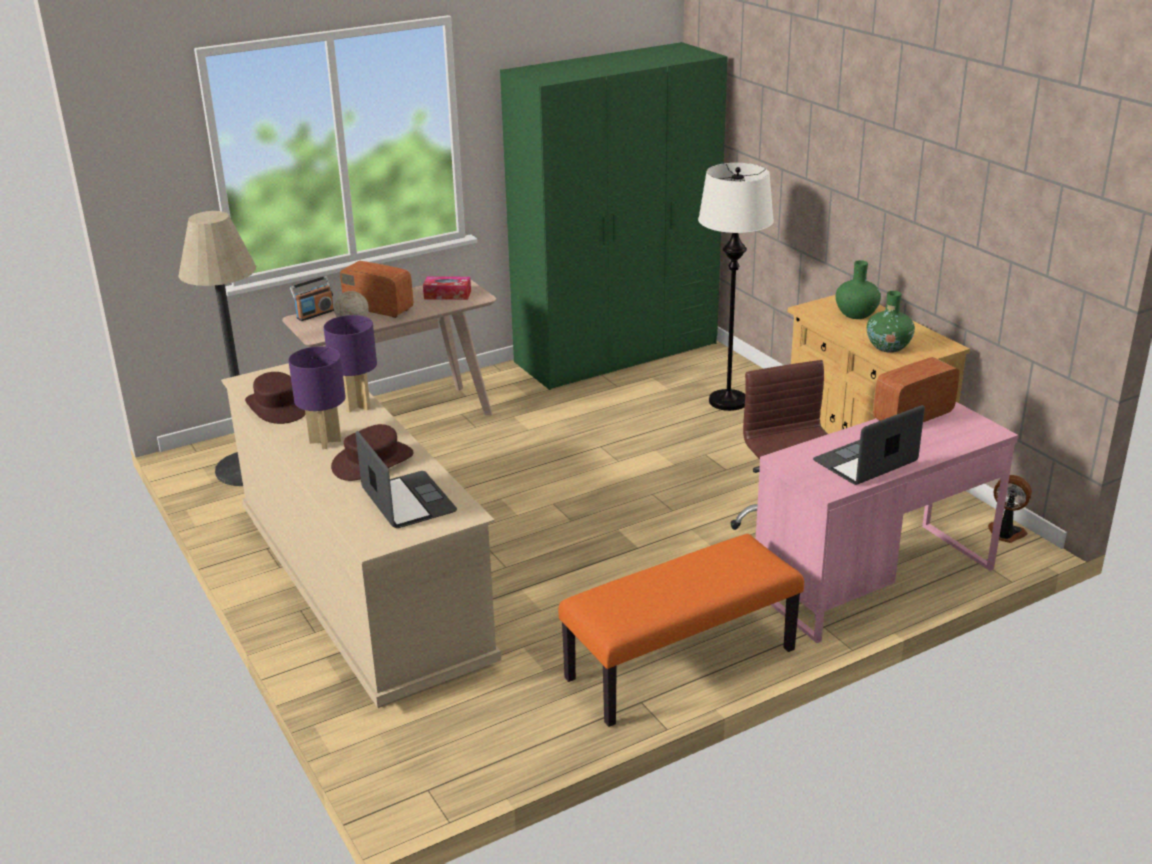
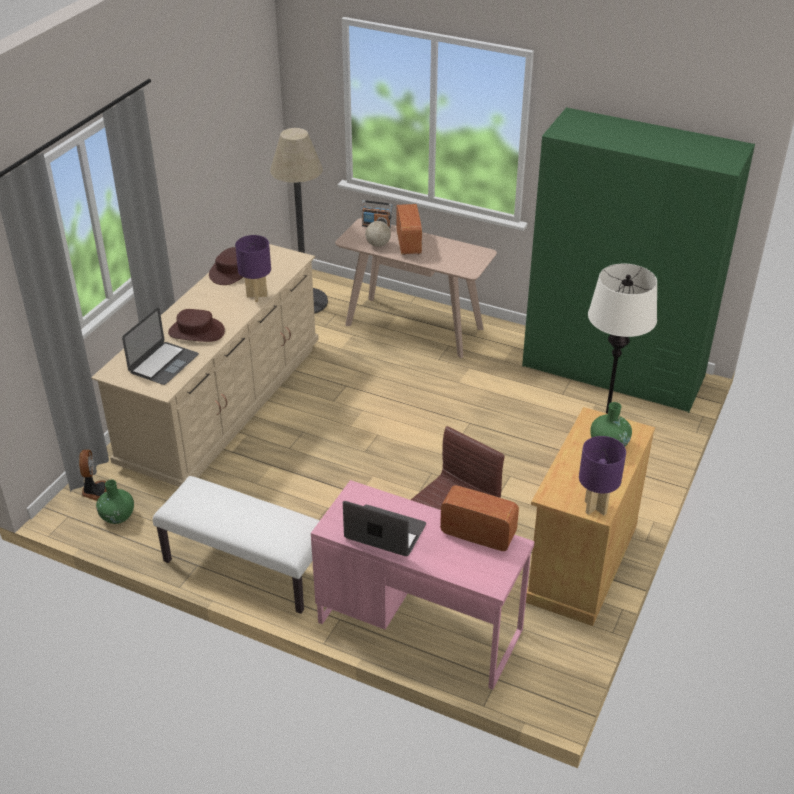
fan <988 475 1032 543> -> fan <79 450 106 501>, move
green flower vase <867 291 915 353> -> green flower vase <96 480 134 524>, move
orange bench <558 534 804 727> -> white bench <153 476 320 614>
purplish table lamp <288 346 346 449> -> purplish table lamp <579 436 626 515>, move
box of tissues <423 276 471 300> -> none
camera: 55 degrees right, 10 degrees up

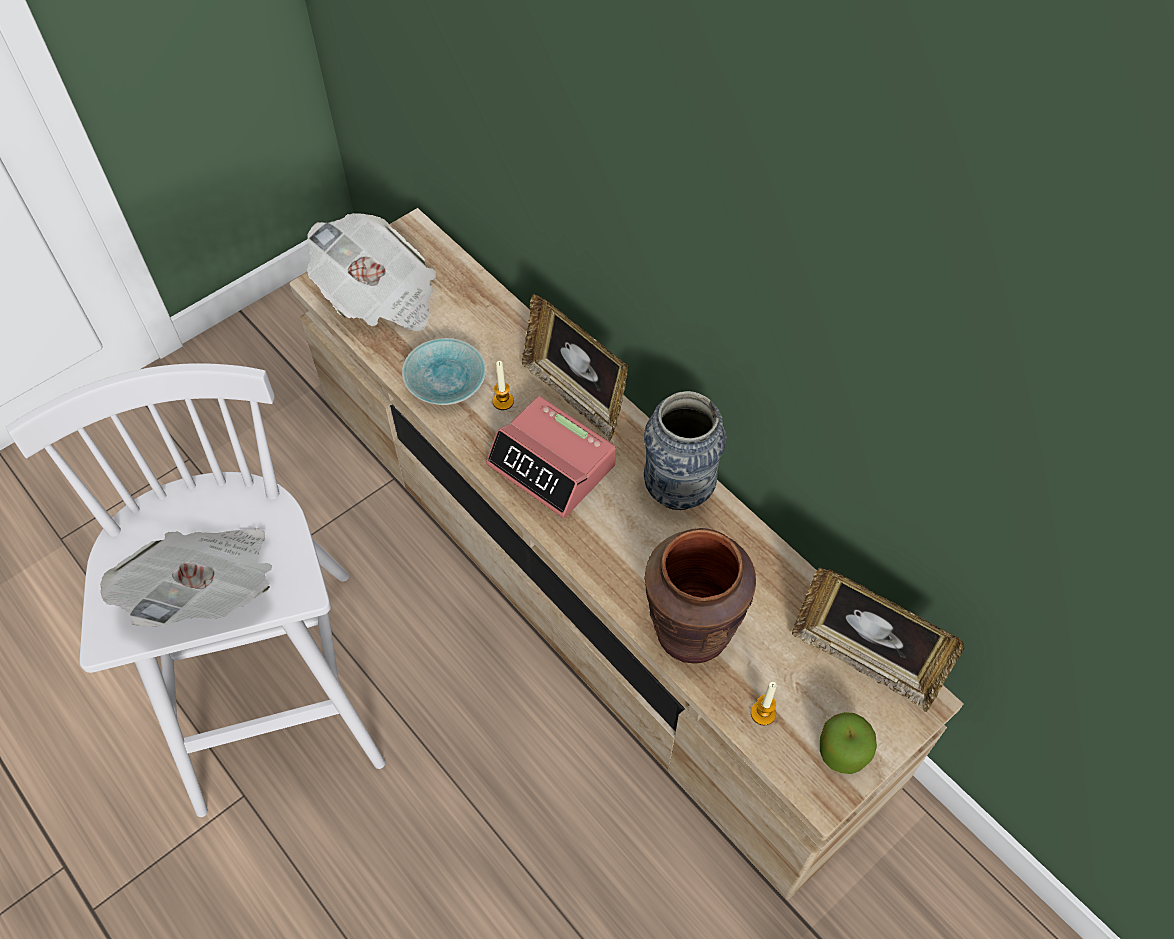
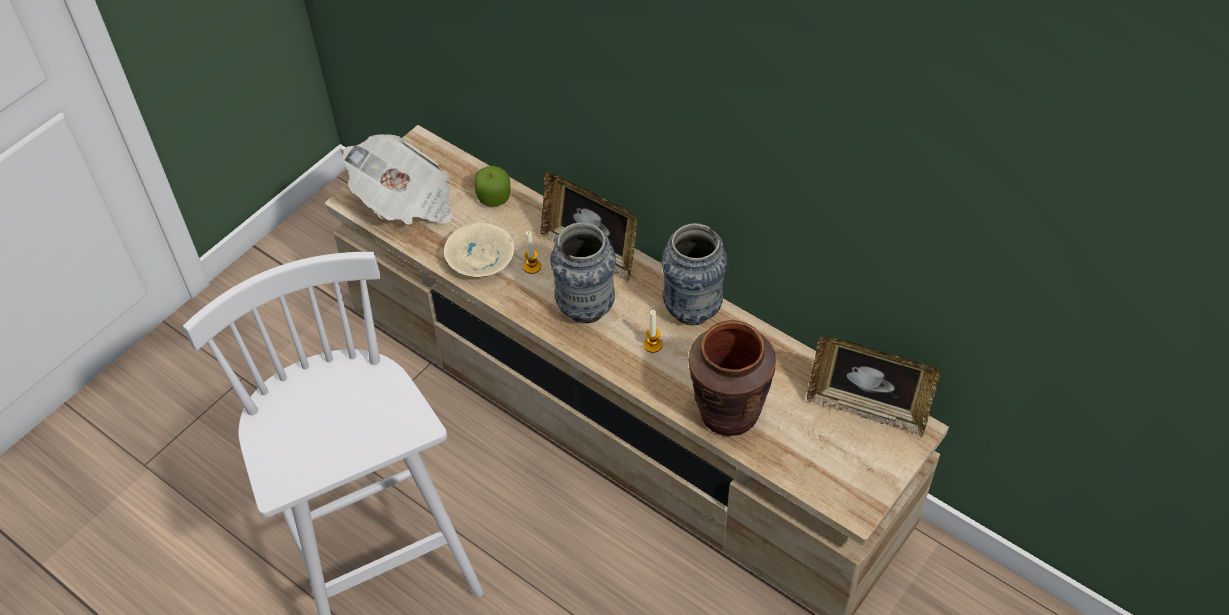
turquoise-coloured bowl <402 338 486 405> -> beige bowl <444 223 514 277>
apple fruit <820 712 877 774> -> apple fruit <474 166 510 207>, move
bedside clock <486 396 616 518> -> flower vase <550 222 616 323>
wax candle <751 682 777 725> -> wax candle <643 310 662 353>, move
newspaper <100 528 273 626> -> none
camera: 10 degrees left, 5 degrees down

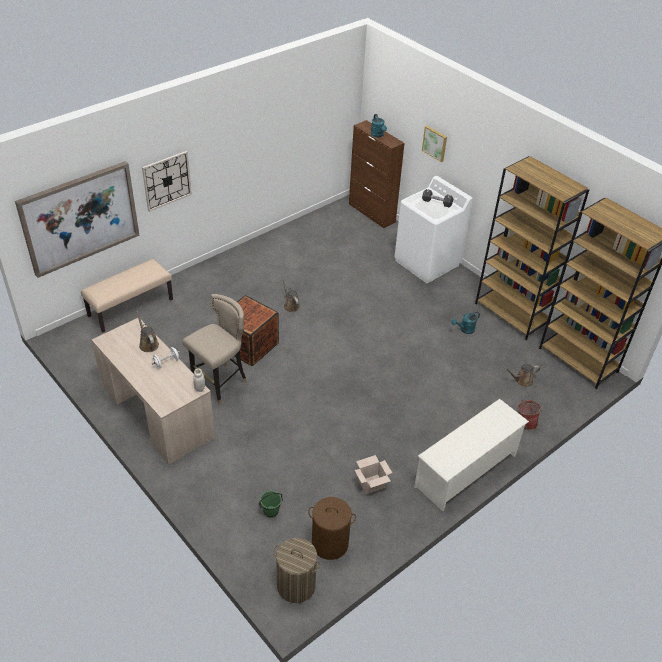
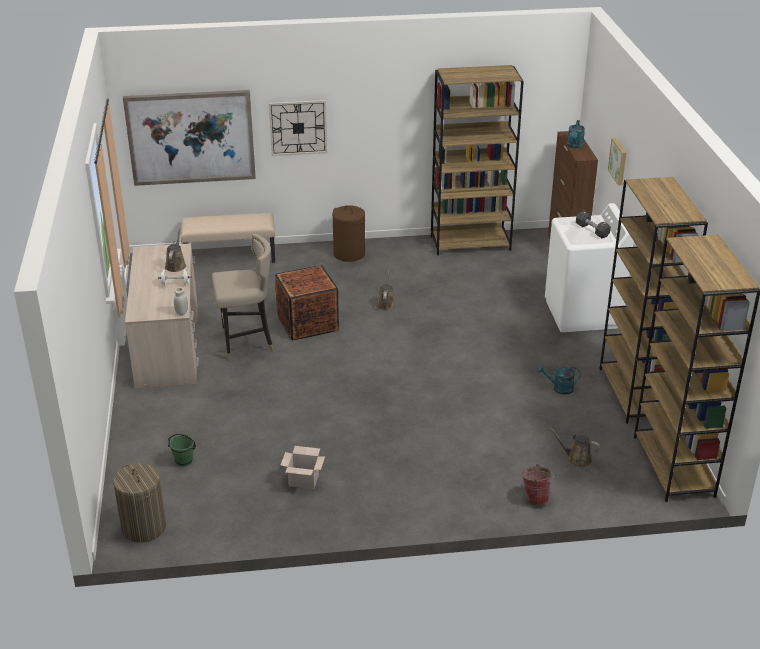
brownish washing basket <308 497 356 560> -> brownish washing basket <332 205 366 262>, move
none -> brownish bookcase <431 65 524 255>
white shoe stand <414 399 529 511> -> none
camera: 35 degrees right, 10 degrees down

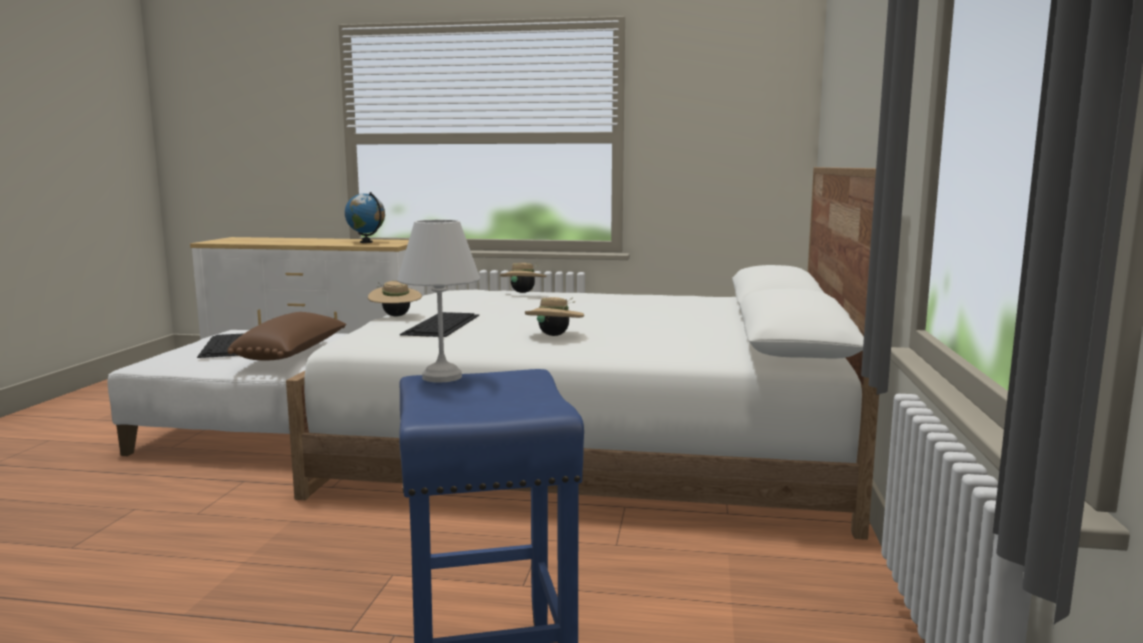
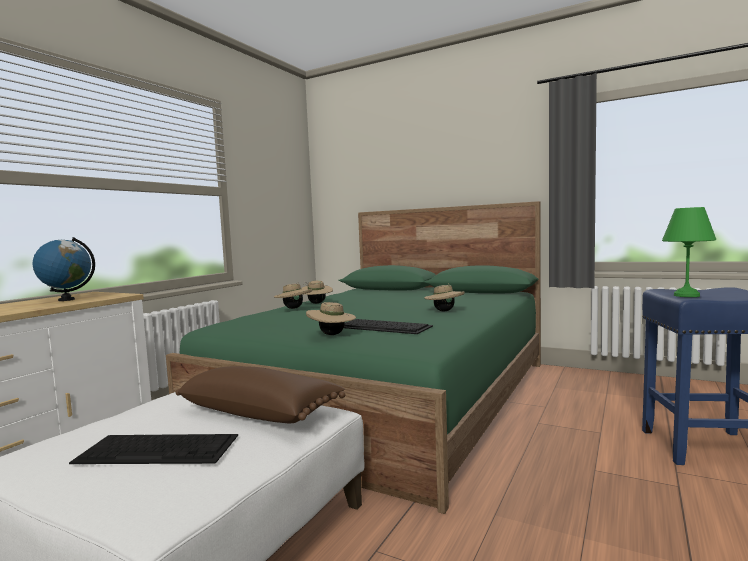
white sleeping bed <286 167 879 540> -> green sleeping bed <166 201 541 514>
none -> beige hat <301 281 333 304>
white table lamp <397 220 480 382> -> green table lamp <662 207 716 297>
camera: 70 degrees left, 5 degrees down

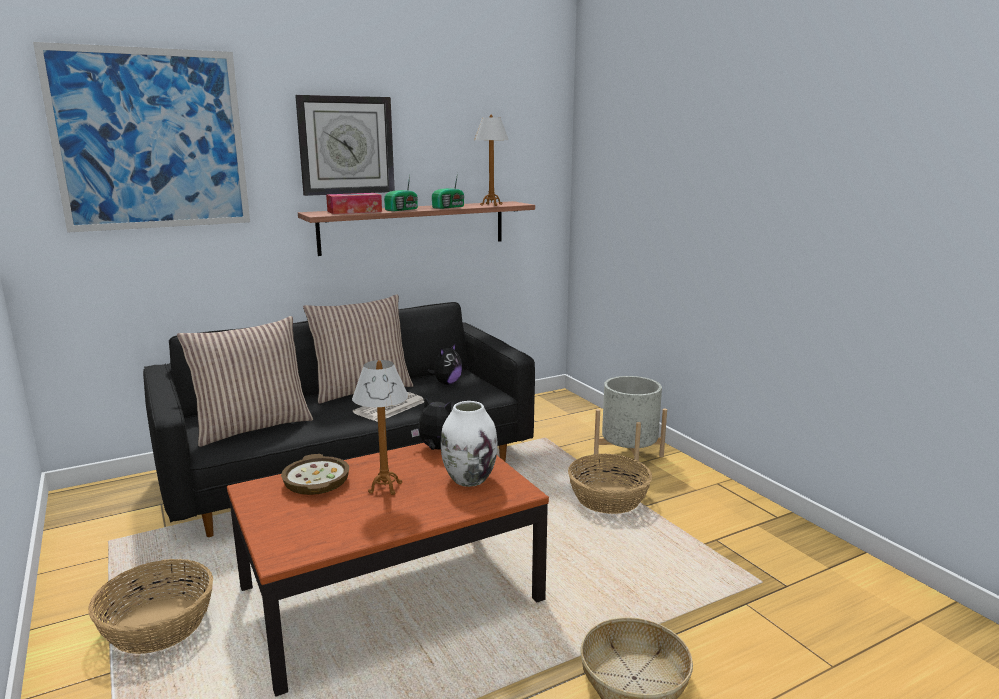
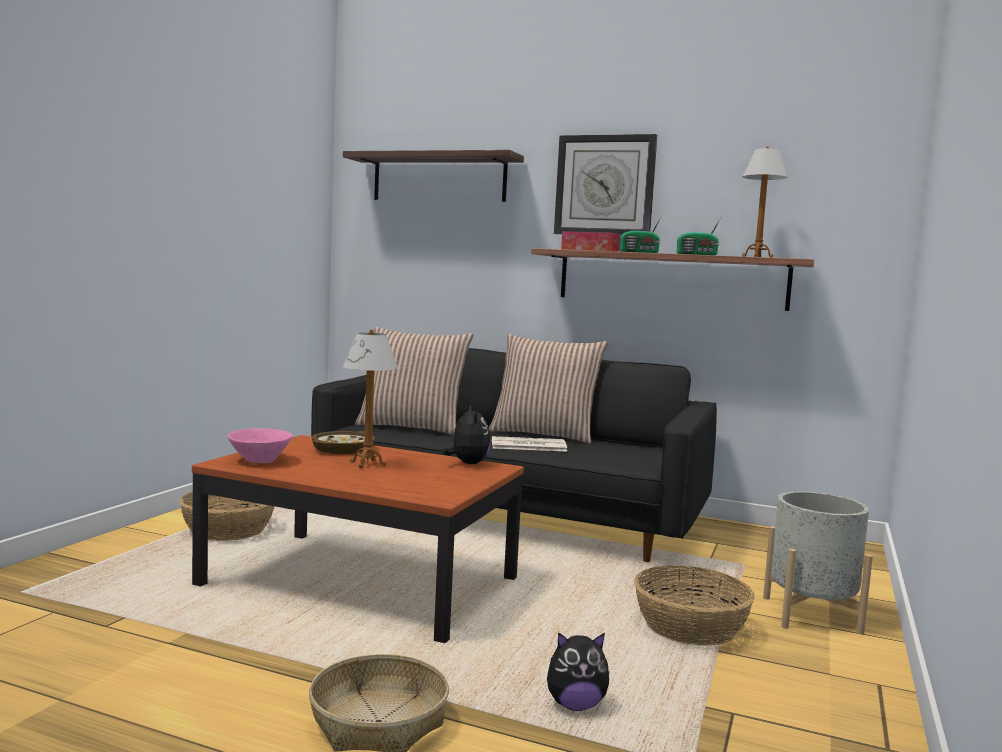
none -> pink-coloured bowl <228 428 292 463>
picture <33 42 250 233> -> wall shelf <343 150 524 202>
soft toy <427 343 462 385> -> soft toy <547 632 610 711>, move
white flower vase <441 401 498 487> -> none
camera: 50 degrees right, 10 degrees down

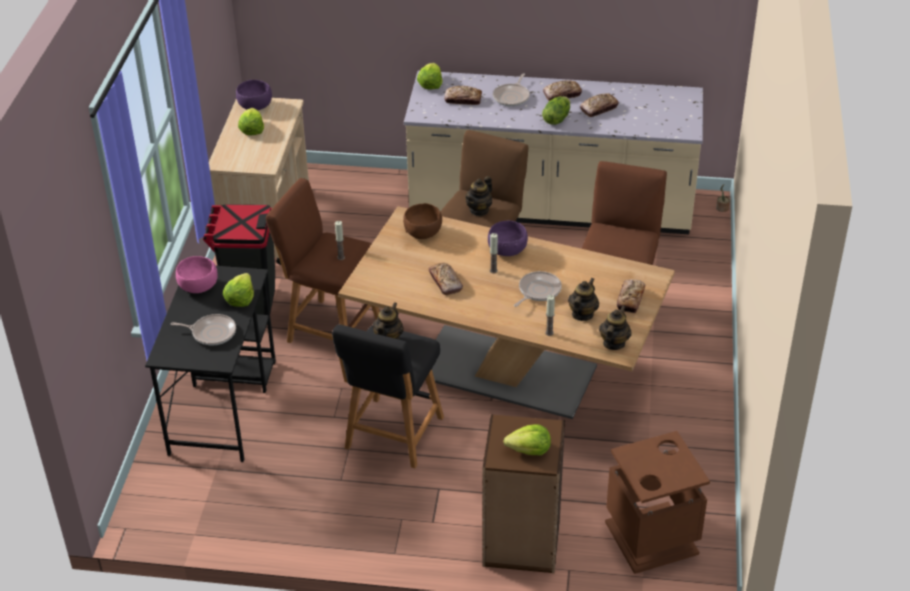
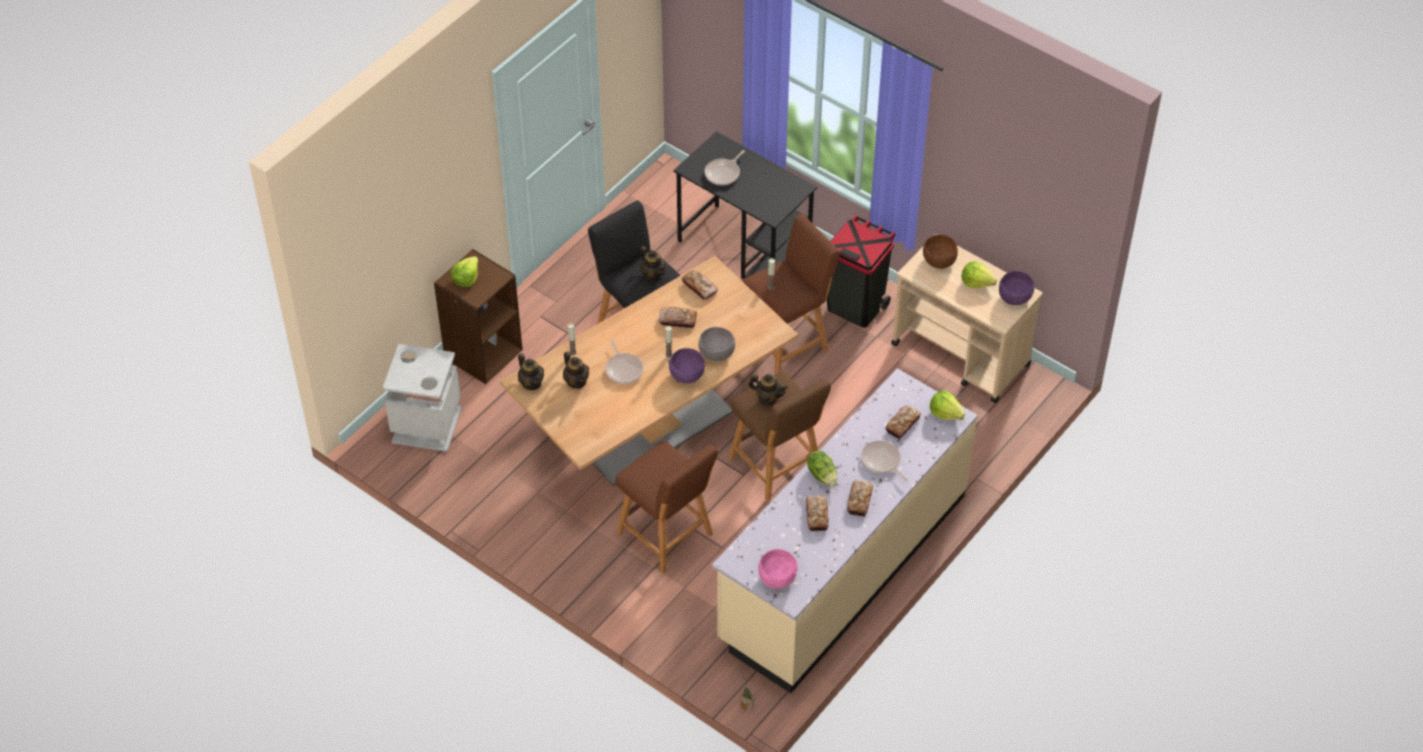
brownish trash can <605 431 710 574> -> greyish trash can <382 344 462 452>
bakery bread <617 279 645 313> -> bakery bread <682 270 718 300>, move
none -> greyish bowl <699 327 735 362>
tea pot <465 176 492 216> -> tea pot <748 374 788 405>, 135 degrees clockwise
pink-coloured bowl <176 256 218 293> -> pink-coloured bowl <759 549 798 589>, move
brownish bowl <403 203 442 239> -> brownish bowl <923 235 958 269>, move
head of lettuce <223 273 254 307> -> none
camera: 120 degrees right, 10 degrees up

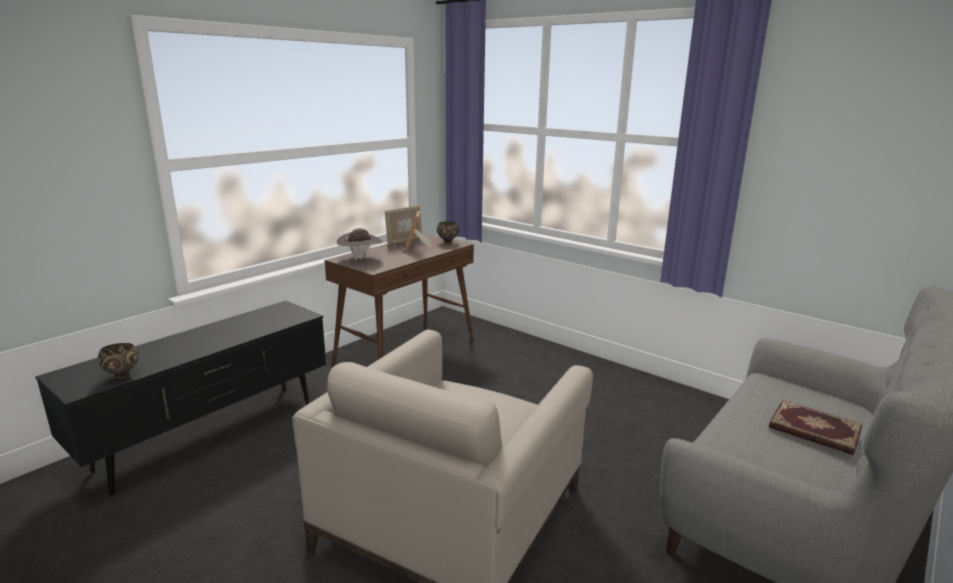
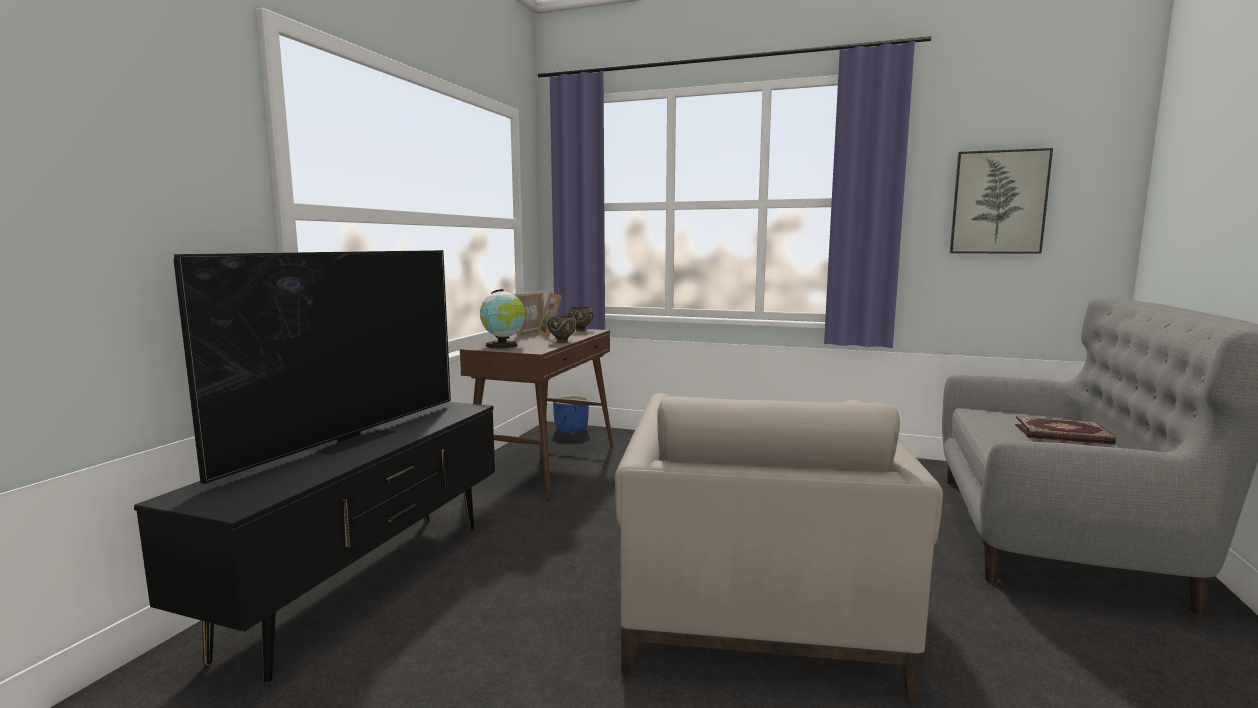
none -> TV <174 250 451 484>
brownish hat <337 228 383 261> -> globe <480 289 525 348>
brownish bowl <98 343 139 380> -> brownish bowl <547 315 576 343>, move
none -> blue planter <553 396 589 433>
none -> picture <950 148 1053 254>
camera: 20 degrees left, 10 degrees down

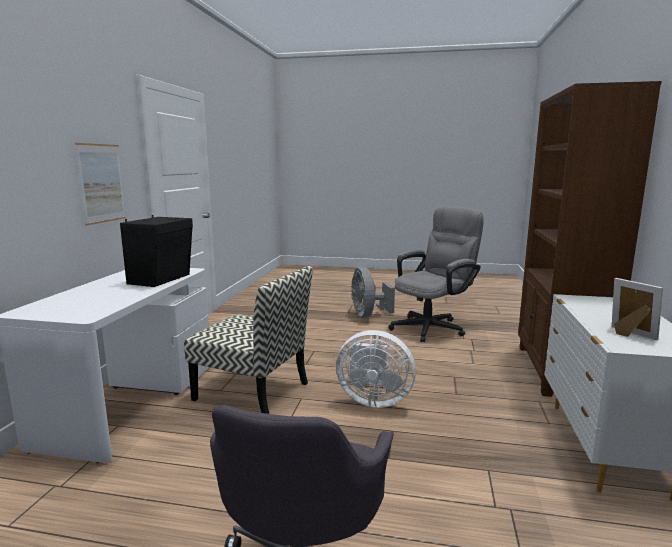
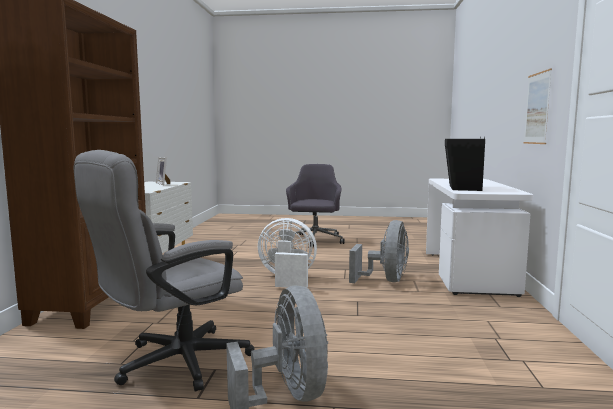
plain chair <184 266 313 414> -> greyish fan <349 220 409 283>
camera: 175 degrees right, 5 degrees down

